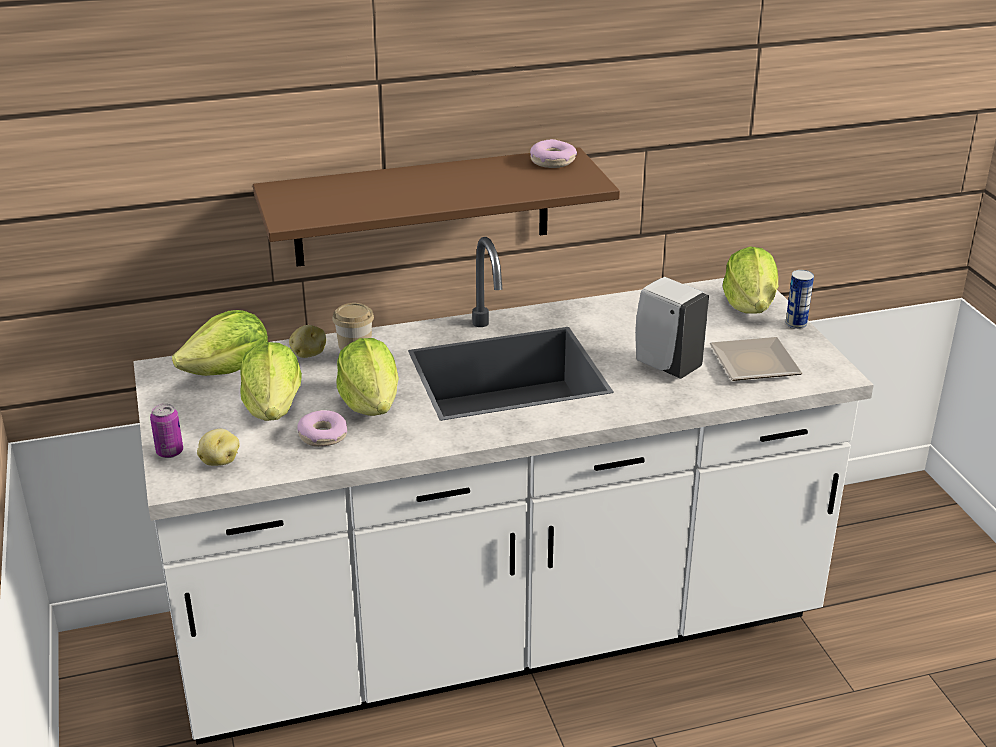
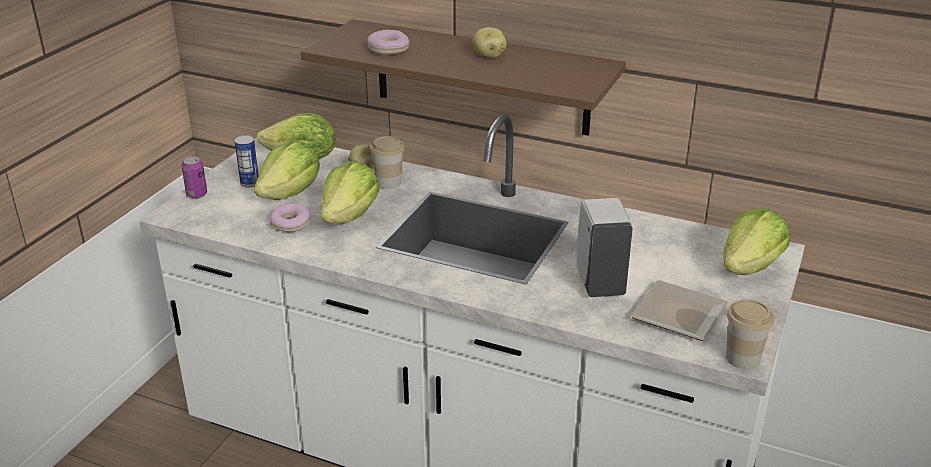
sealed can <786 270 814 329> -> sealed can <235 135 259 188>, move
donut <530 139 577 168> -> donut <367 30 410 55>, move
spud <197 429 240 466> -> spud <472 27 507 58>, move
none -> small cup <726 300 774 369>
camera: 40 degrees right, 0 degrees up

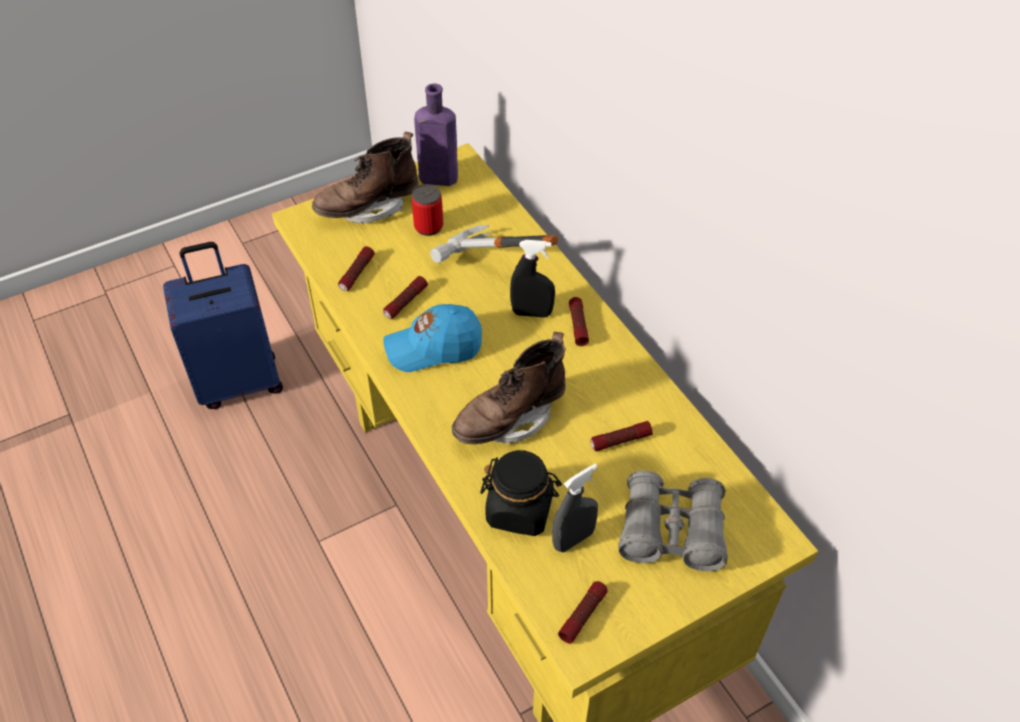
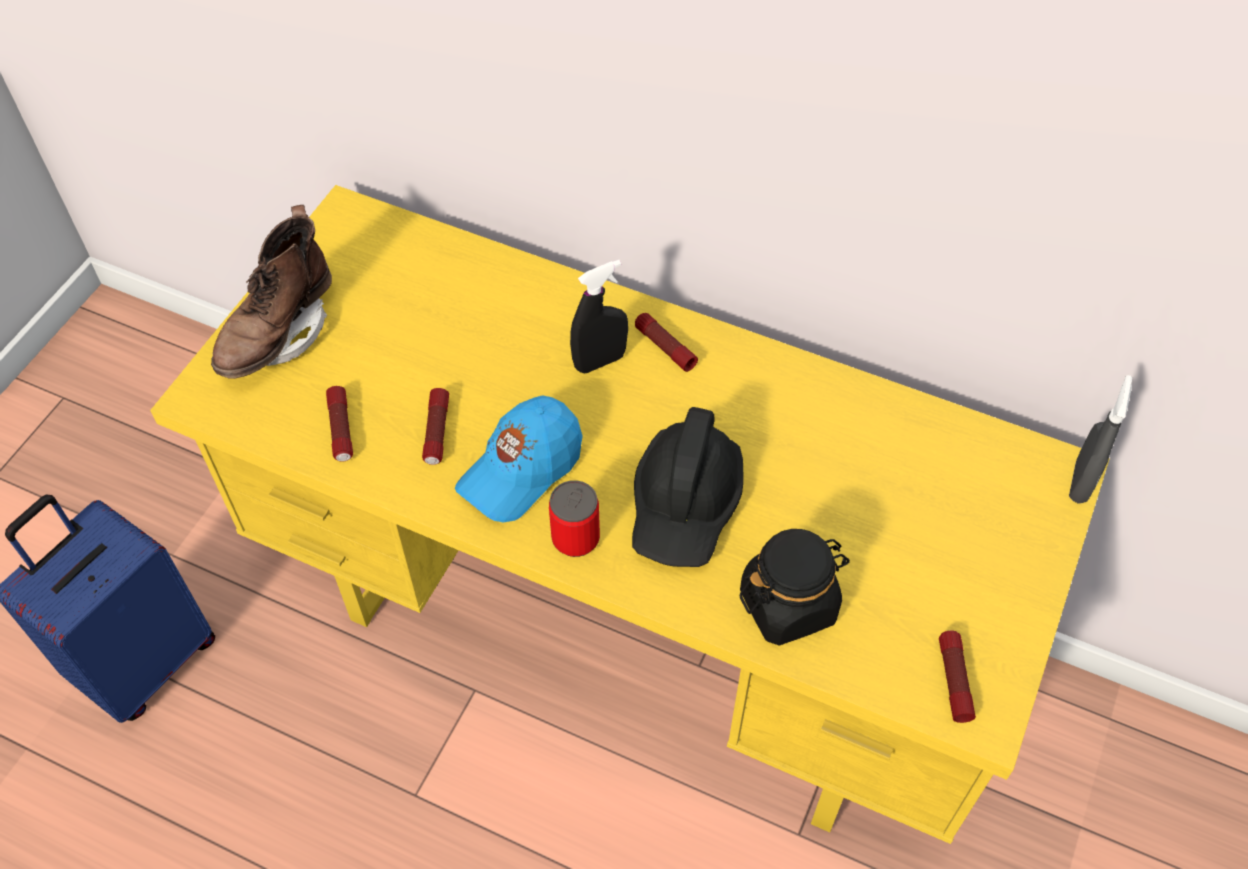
sealed can <411 184 443 236> -> sealed can <549 480 600 557>, move
brownish tall boot <452 332 566 444> -> blackish hard hat <632 407 743 567>
greyish sprayer <552 464 598 552> -> greyish sprayer <1069 375 1132 503>, move
purplish drink bottle <414 83 458 186> -> none
hammer <430 225 559 263> -> none
hand torch <590 421 653 451> -> none
greyish pair of binoculars <618 471 728 571> -> none
camera: 35 degrees left, 5 degrees up

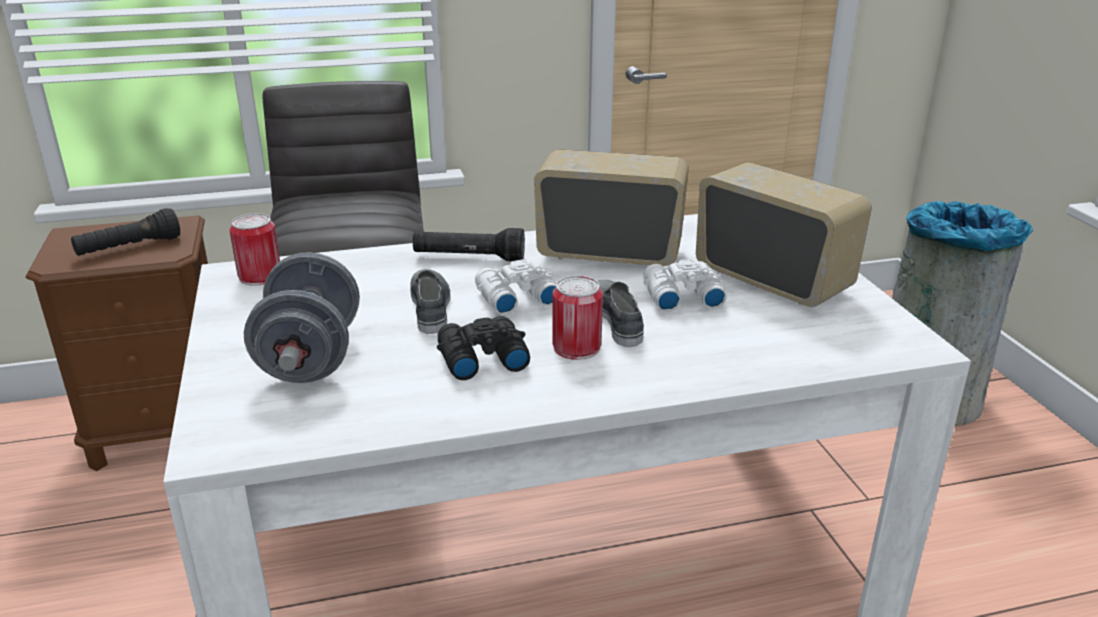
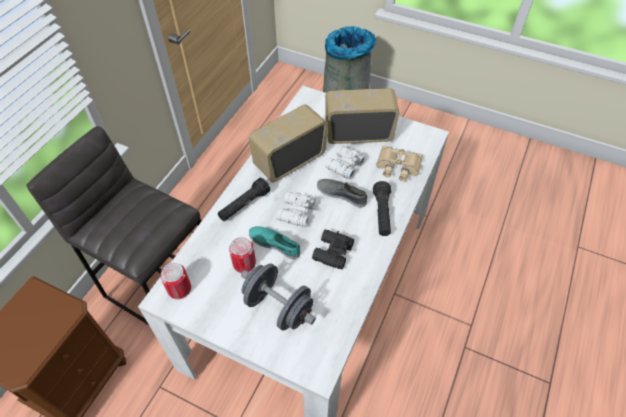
sealed can <552 276 603 360> -> sealed can <229 237 256 273>, move
greyish shoe <410 269 451 334> -> turquoise-coloured shoe <249 226 300 259>
blackish hand torch <71 208 180 256> -> blackish hand torch <373 181 391 236>, move
none -> beige pair of binoculars <376 146 423 181>
camera: 50 degrees left, 25 degrees up

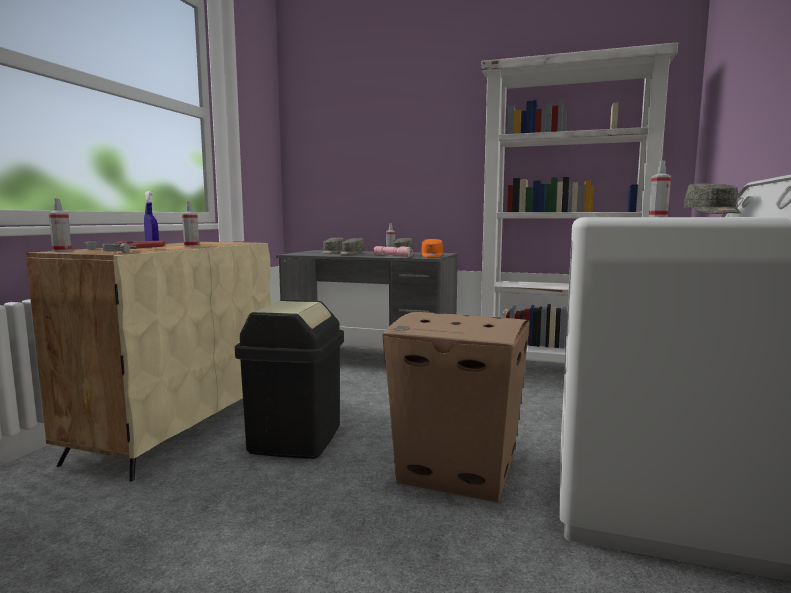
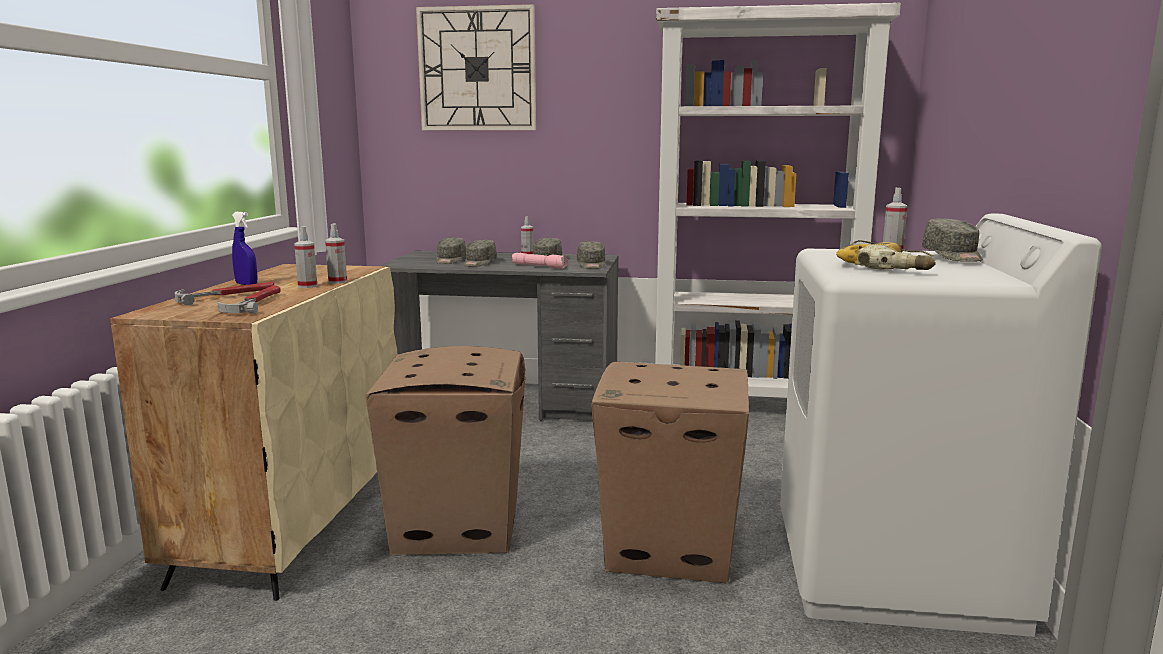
sprayer <49 198 72 252> -> sprayer <325 224 347 284>, move
blackish trash can <235 300 344 459> -> packing box <366 346 526 555>
none -> wall clock <416 4 536 130>
orange baseball cap <422 239 443 257> -> greyish baseball cap <577 241 605 269>
none -> power drill <836 240 936 270>
camera: 10 degrees left, 5 degrees up

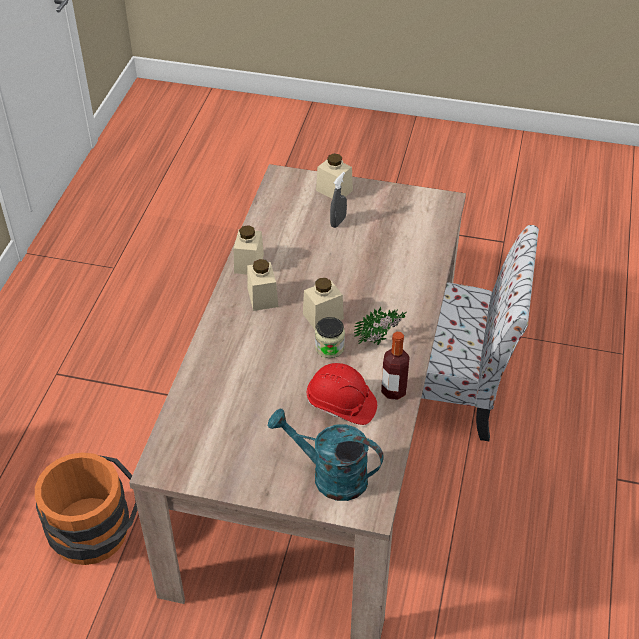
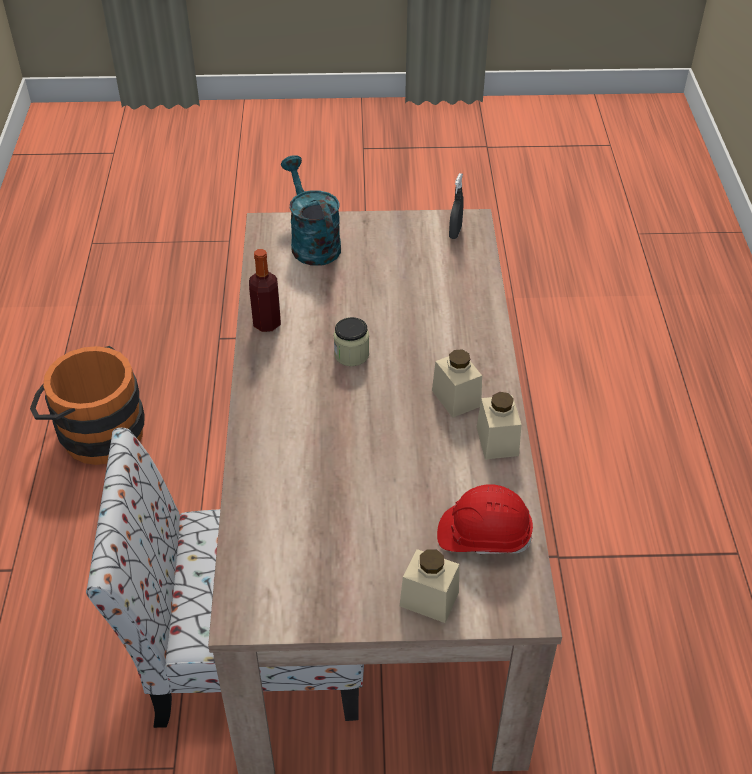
orange pail <35 452 138 565> -> orange pail <30 346 144 465>, move
turquoise-coloured sprinkling can <268 408 384 501> -> turquoise-coloured sprinkling can <281 155 341 266>, 120 degrees counterclockwise
reddish hard hat <307 363 377 425> -> reddish hard hat <437 484 533 554>, move
greyish sprayer <330 172 347 228> -> greyish sprayer <449 173 464 239>, move
beige preserve jar <303 278 344 330> -> none
houseplant <354 307 407 345> -> none
camera: 165 degrees right, 0 degrees up

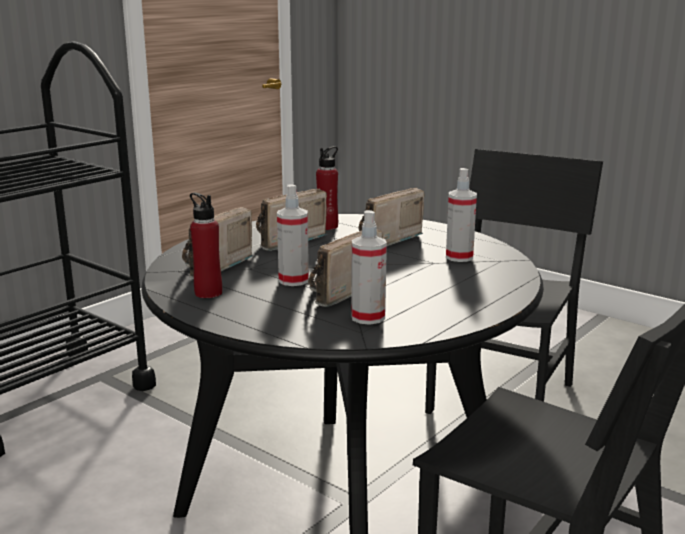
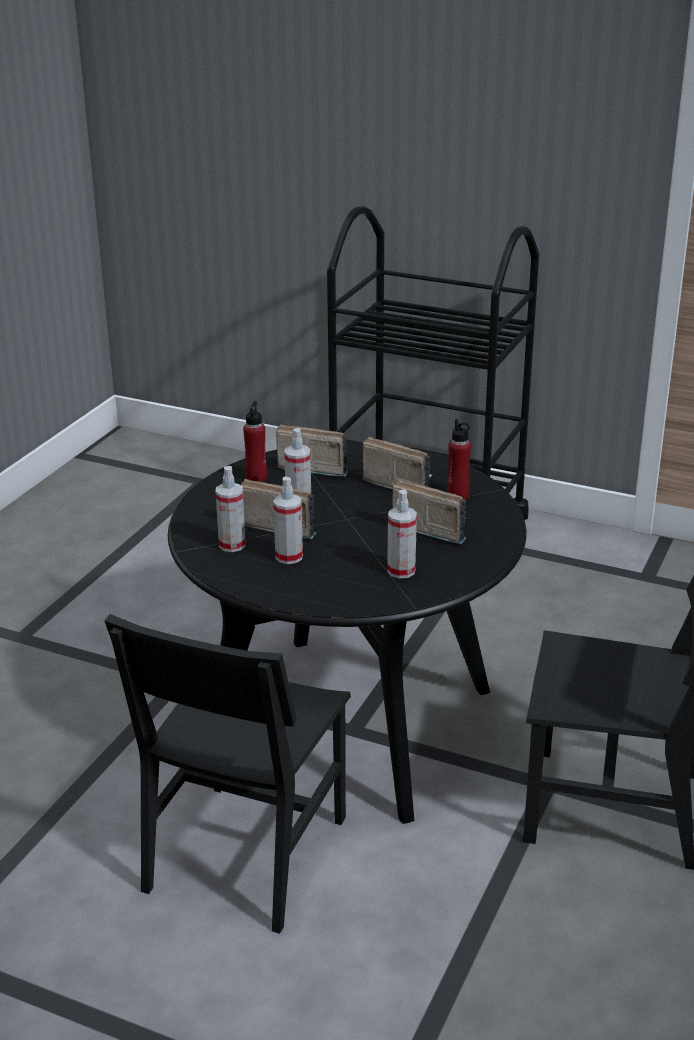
none -> sprayer <273 477 303 564>
camera: 75 degrees right, 10 degrees up

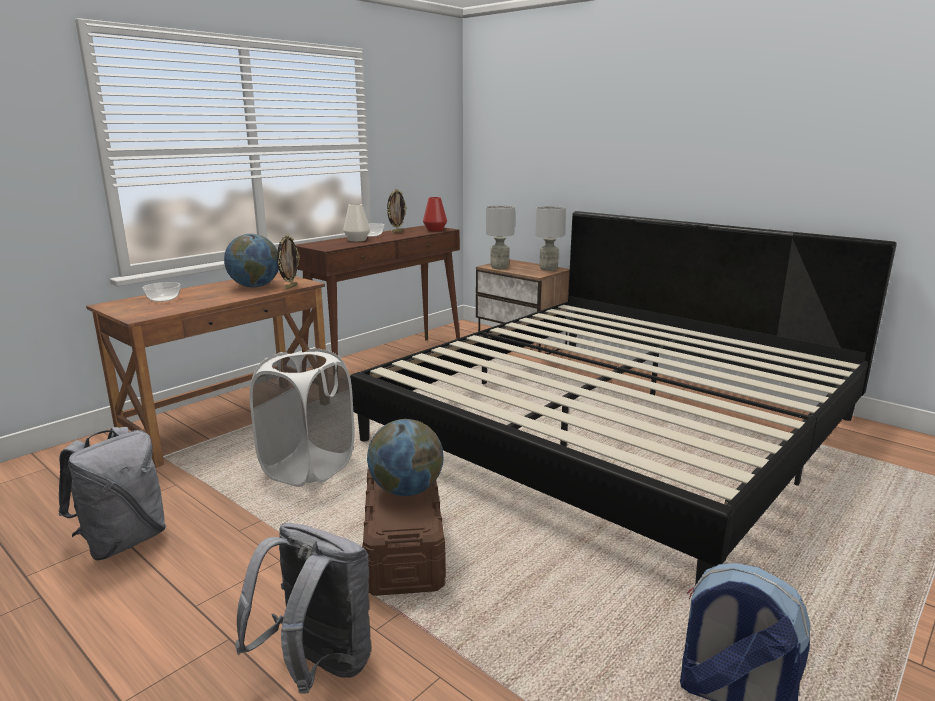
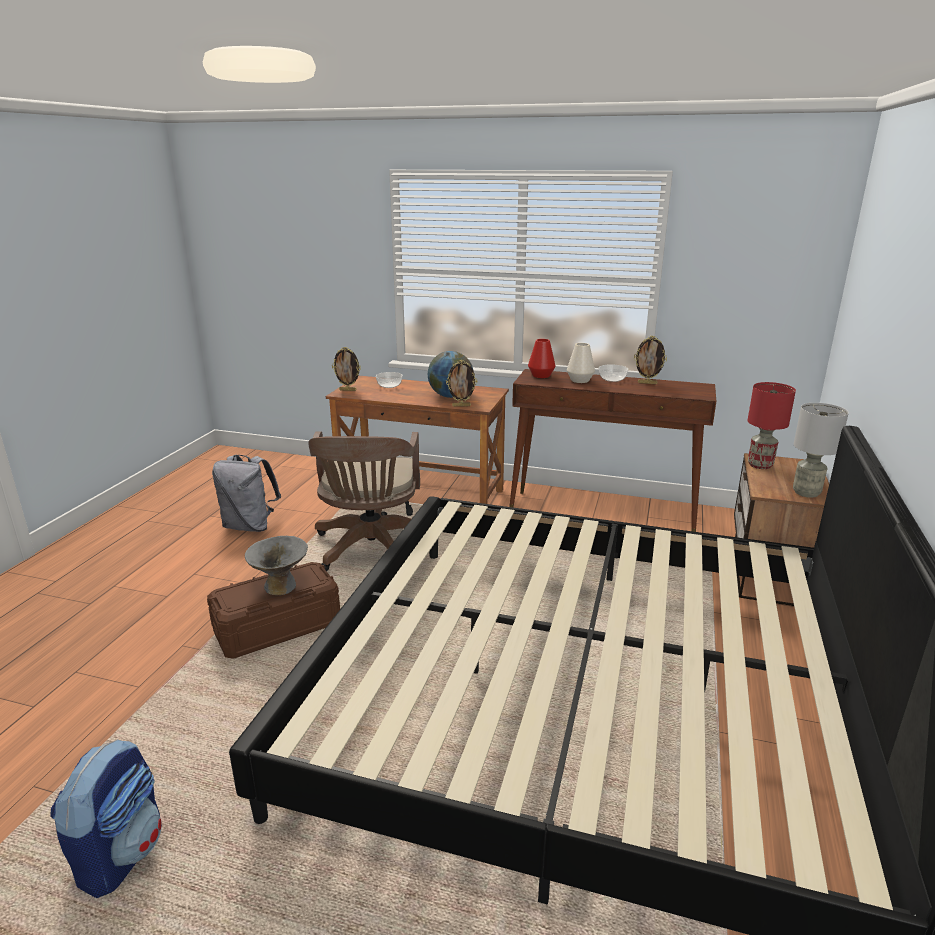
globe <367 419 444 496> -> greyish bowl <245 536 308 595>
white washing basket <250 349 355 487> -> brownish office chair <308 431 420 571>
none -> standing frame <332 347 361 391>
reddish flower vase <423 197 447 231> -> reddish flower vase <528 339 556 378>, move
greyish table lamp <486 205 515 269> -> reddish table lamp <747 382 796 469>
greyish backpack <235 523 371 694> -> none
camera: 65 degrees right, 5 degrees up

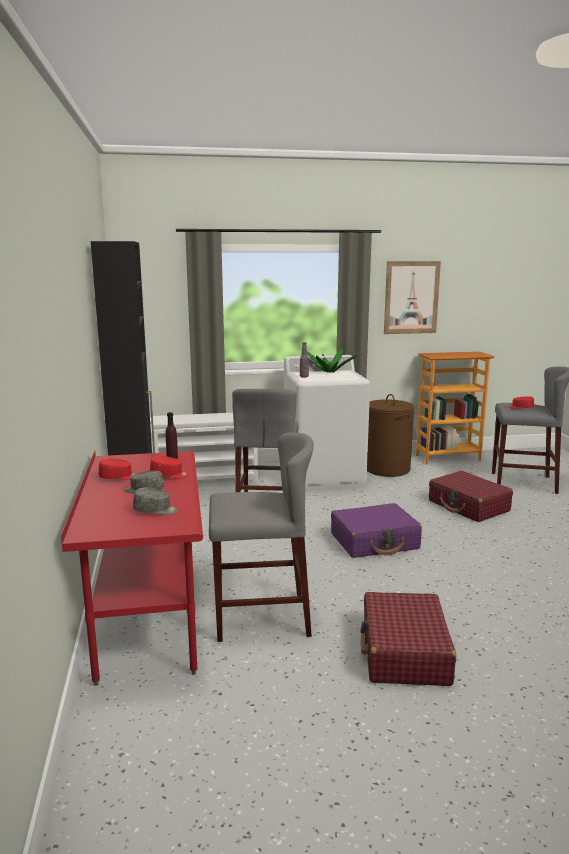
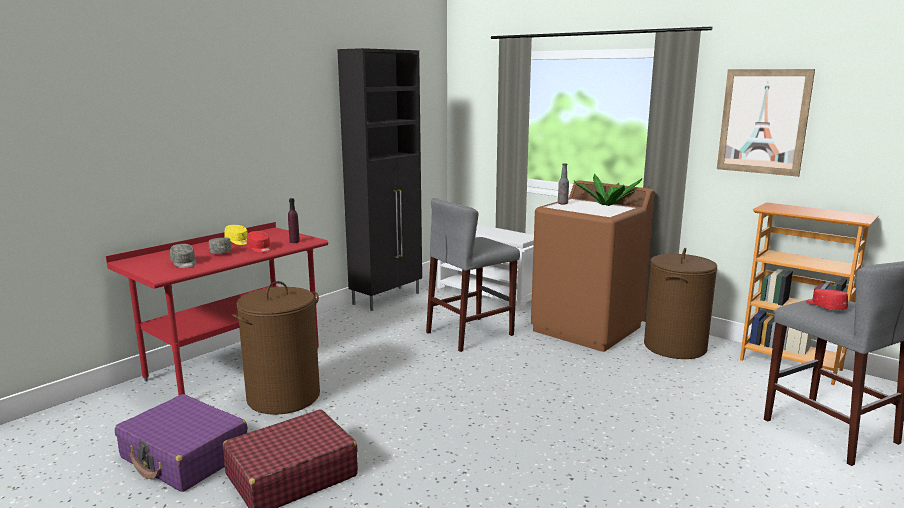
purplish suitcase <331 503 422 558> -> purplish suitcase <115 394 248 492>, move
reddish baseball cap <98 459 135 480> -> yellowish baseball cap <224 225 248 245>
greyish stool <209 432 314 642> -> brownish washing basket <232 281 320 415>
white laundry machine <284 355 370 491> -> brownish laundry machine <531 180 655 352>
reddish suitcase <429 471 513 522> -> none
camera: 50 degrees right, 0 degrees up

